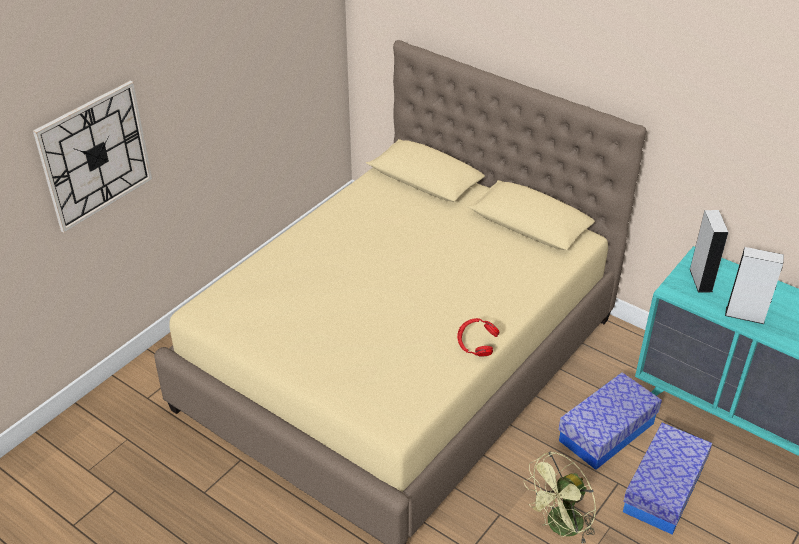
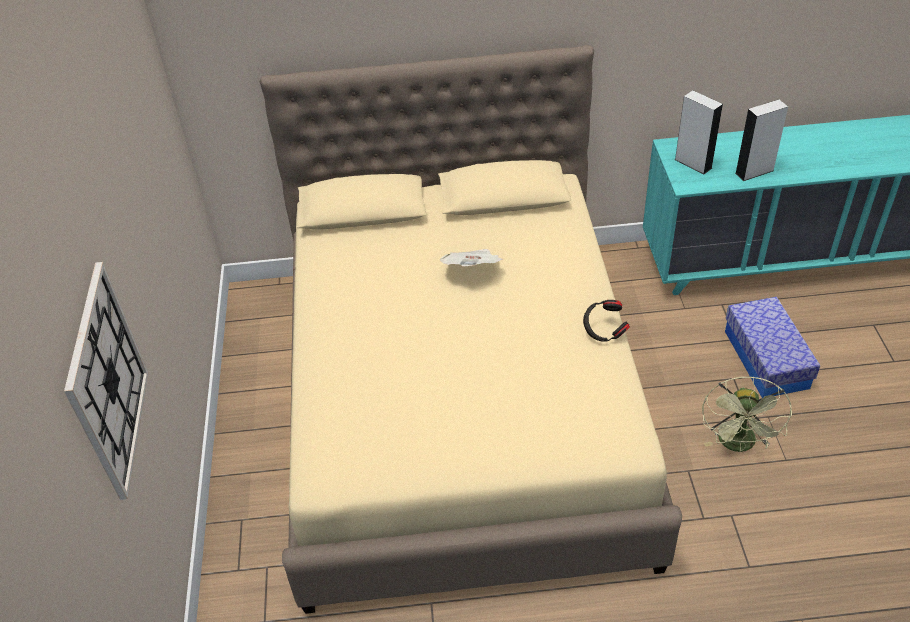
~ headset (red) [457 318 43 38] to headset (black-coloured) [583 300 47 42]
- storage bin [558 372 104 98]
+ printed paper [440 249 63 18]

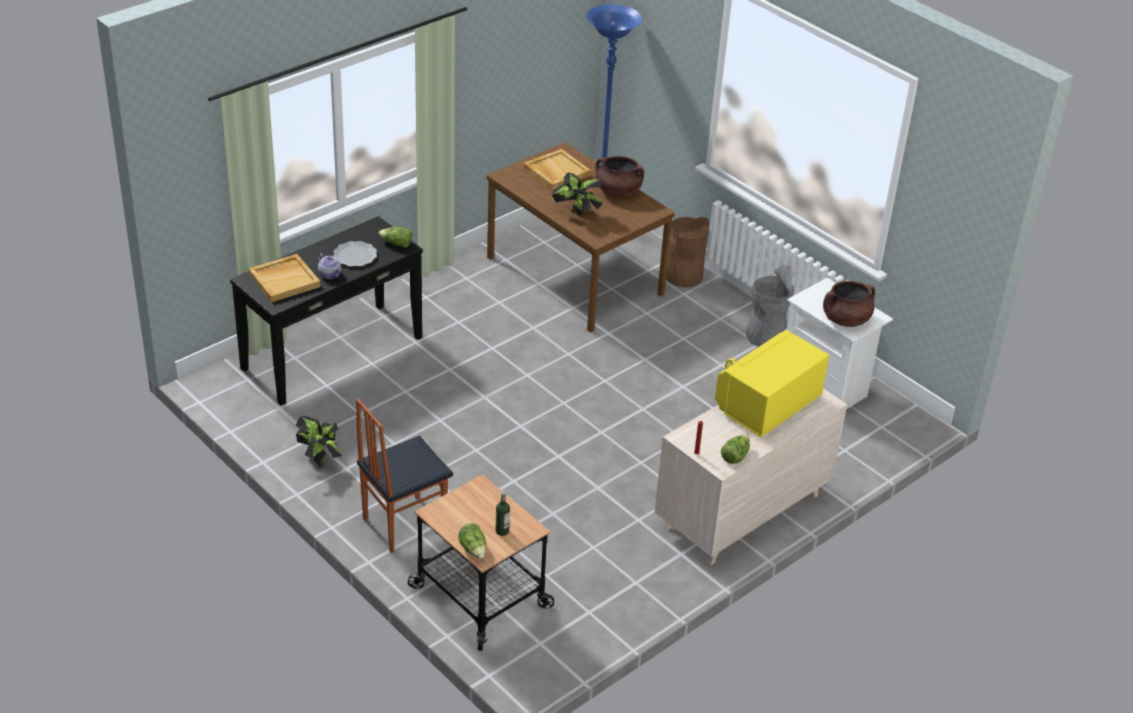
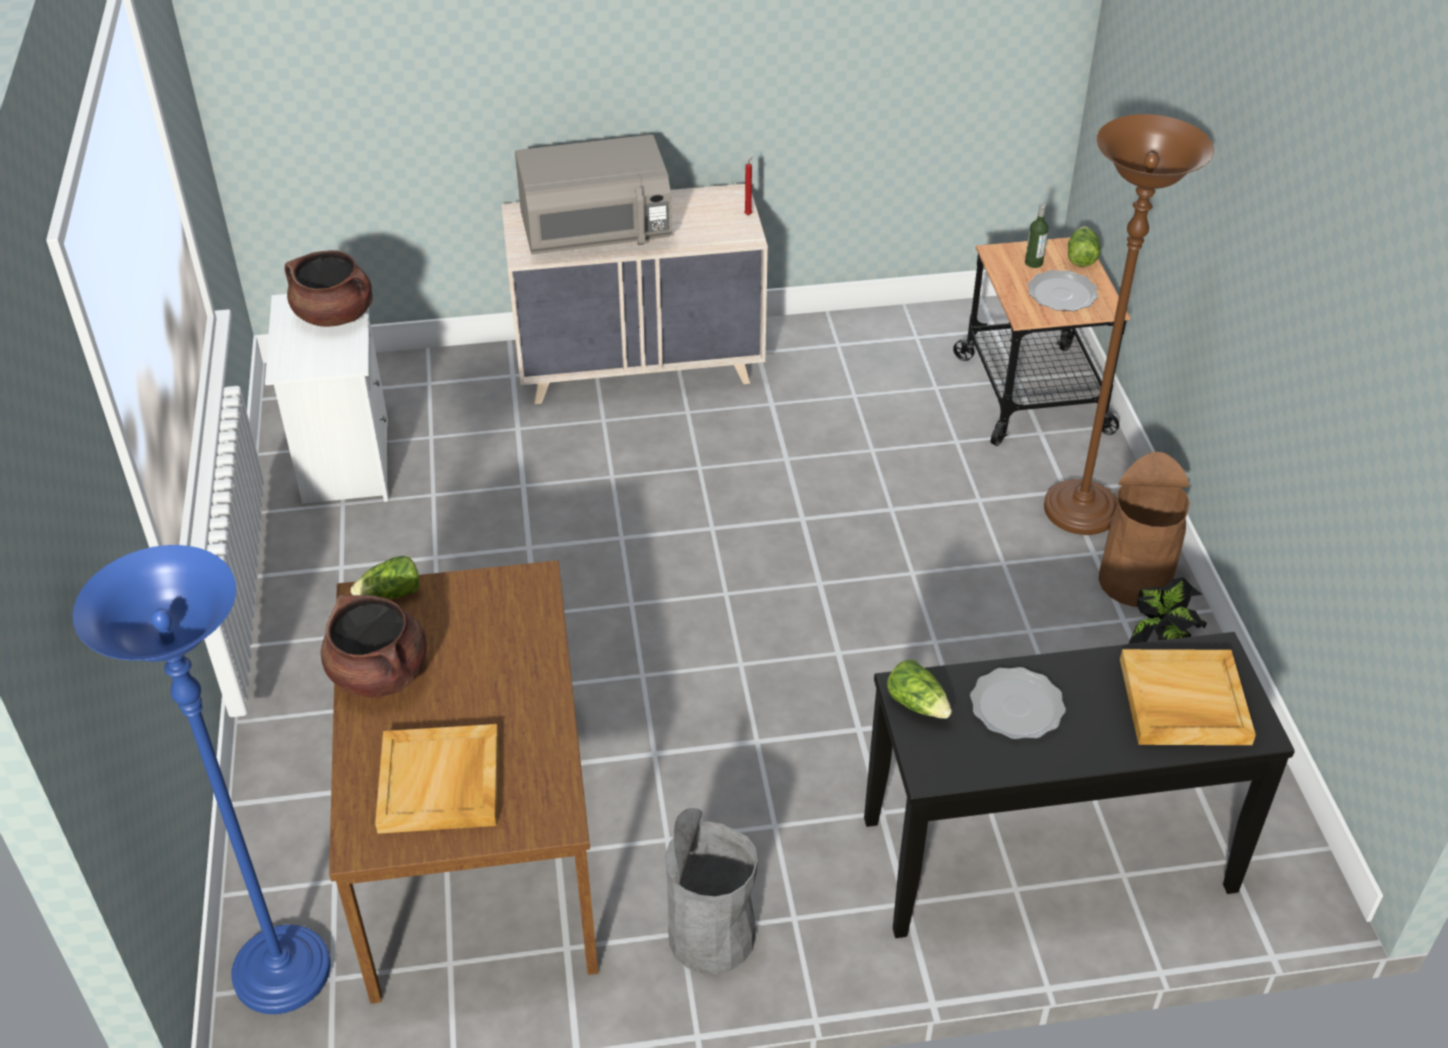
- potted plant [552 172 50 44]
~ trash can (brown-coloured) [666 217 43 70] to [1099 452 91 155]
- pot for tea [318 253 23 26]
~ trash can (grey) [746 265 48 82] to [665 808 93 166]
~ microwave (yellowish) [715 329 114 108] to microwave (grey) [515 135 157 120]
~ plain chair [356 399 97 154] to standard lamp (brown-coloured) [1044 114 170 421]
~ lettuce [721 435 29 29] to [351 556 69 43]
+ plate [1028 270 70 41]

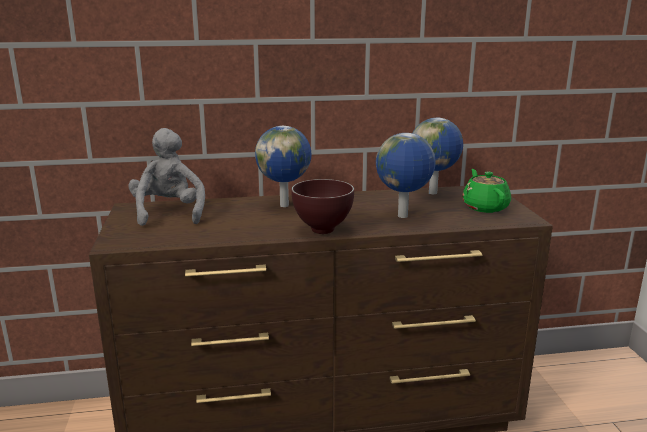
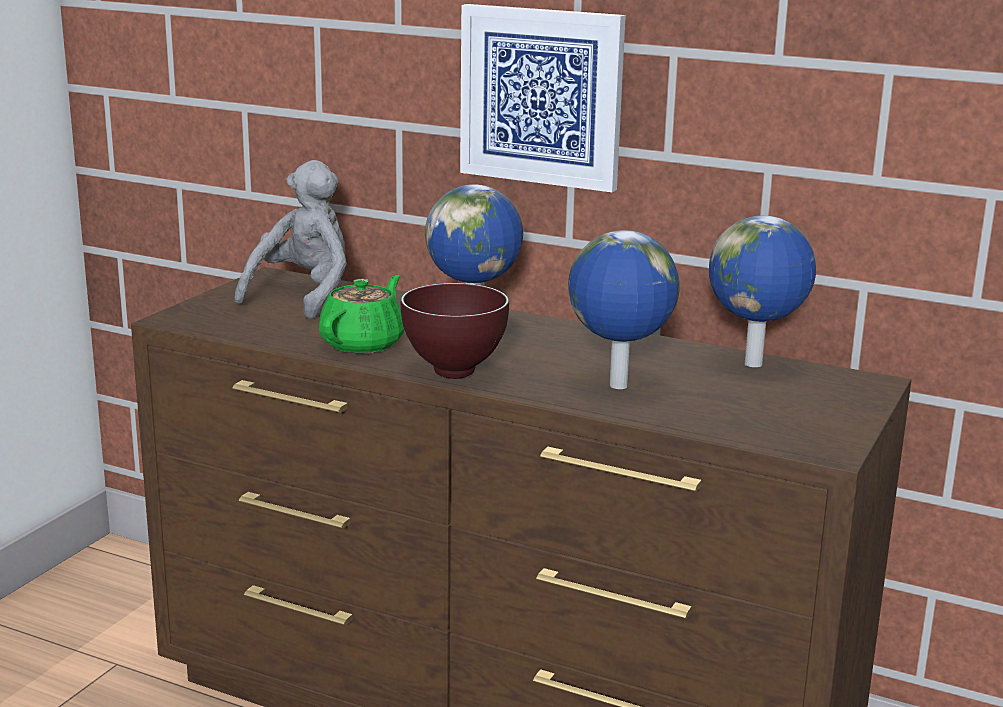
~ pot for tea (greenish) [462 169 49 44] to [319 275 85 79]
+ picture [460 4 166 188]

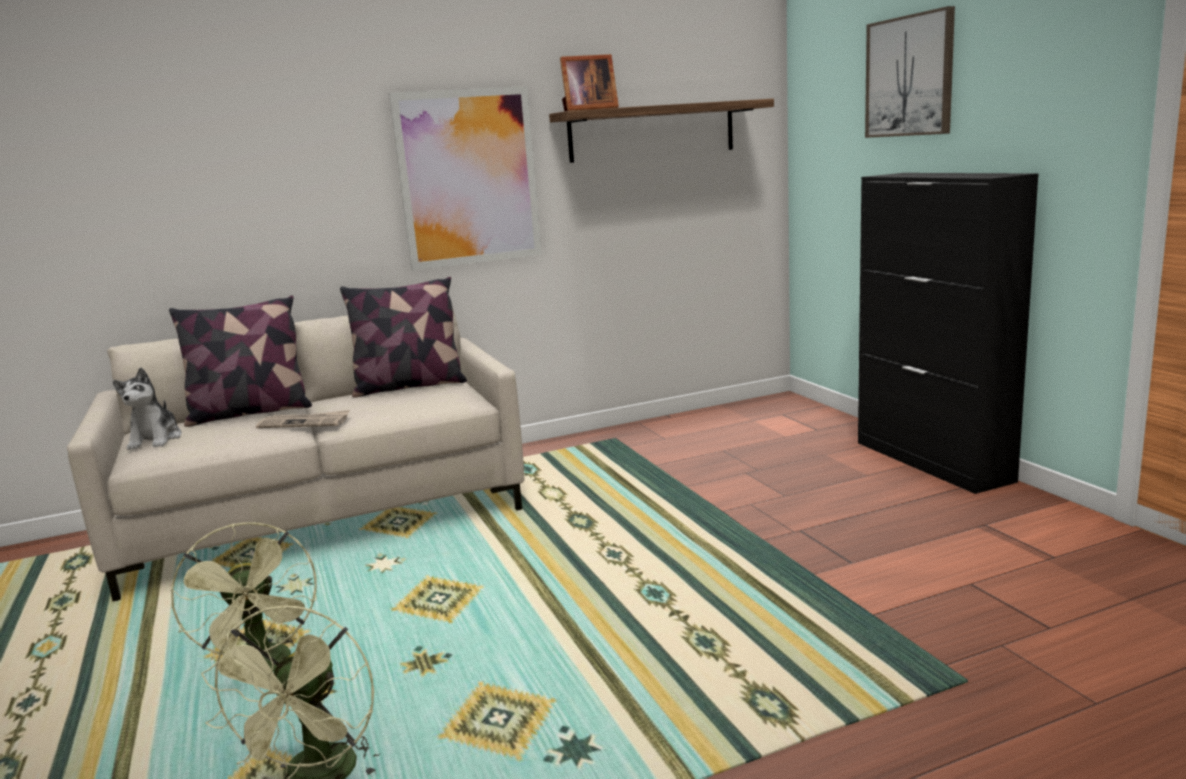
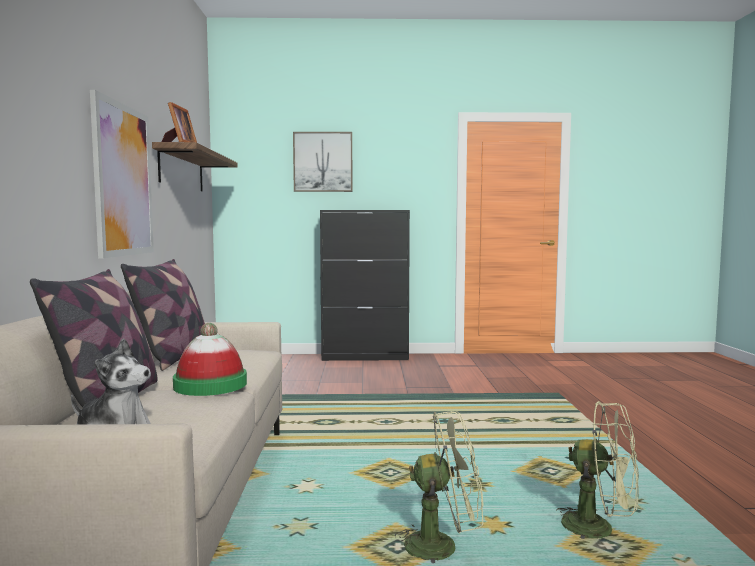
~ printed paper [256 410 94 18] to wearable hat [173 323 74 73]

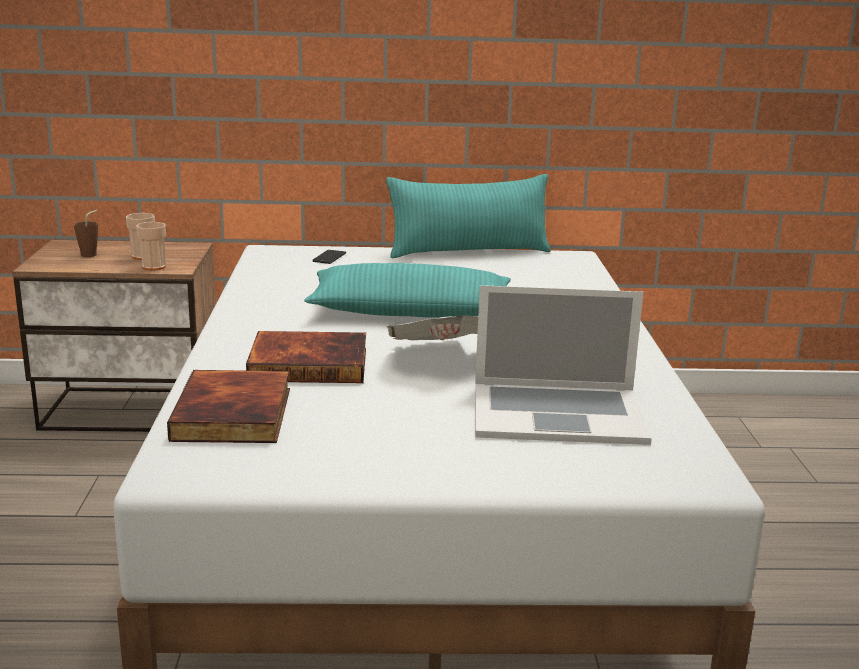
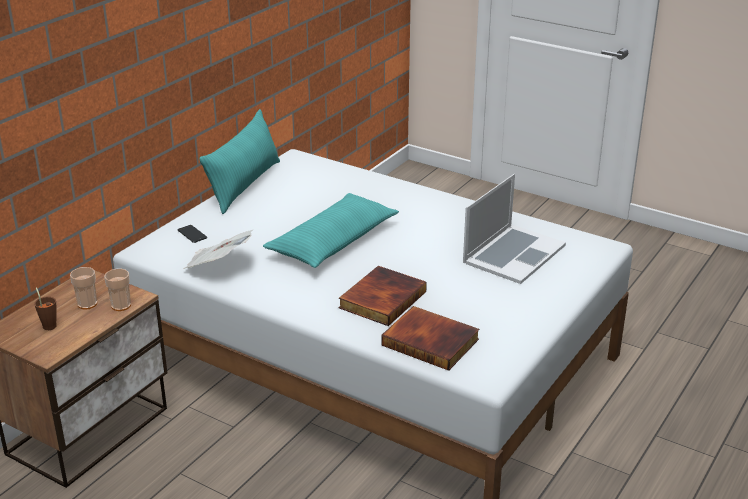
~ printed paper [387 315 91 25] to [184 229 70 40]

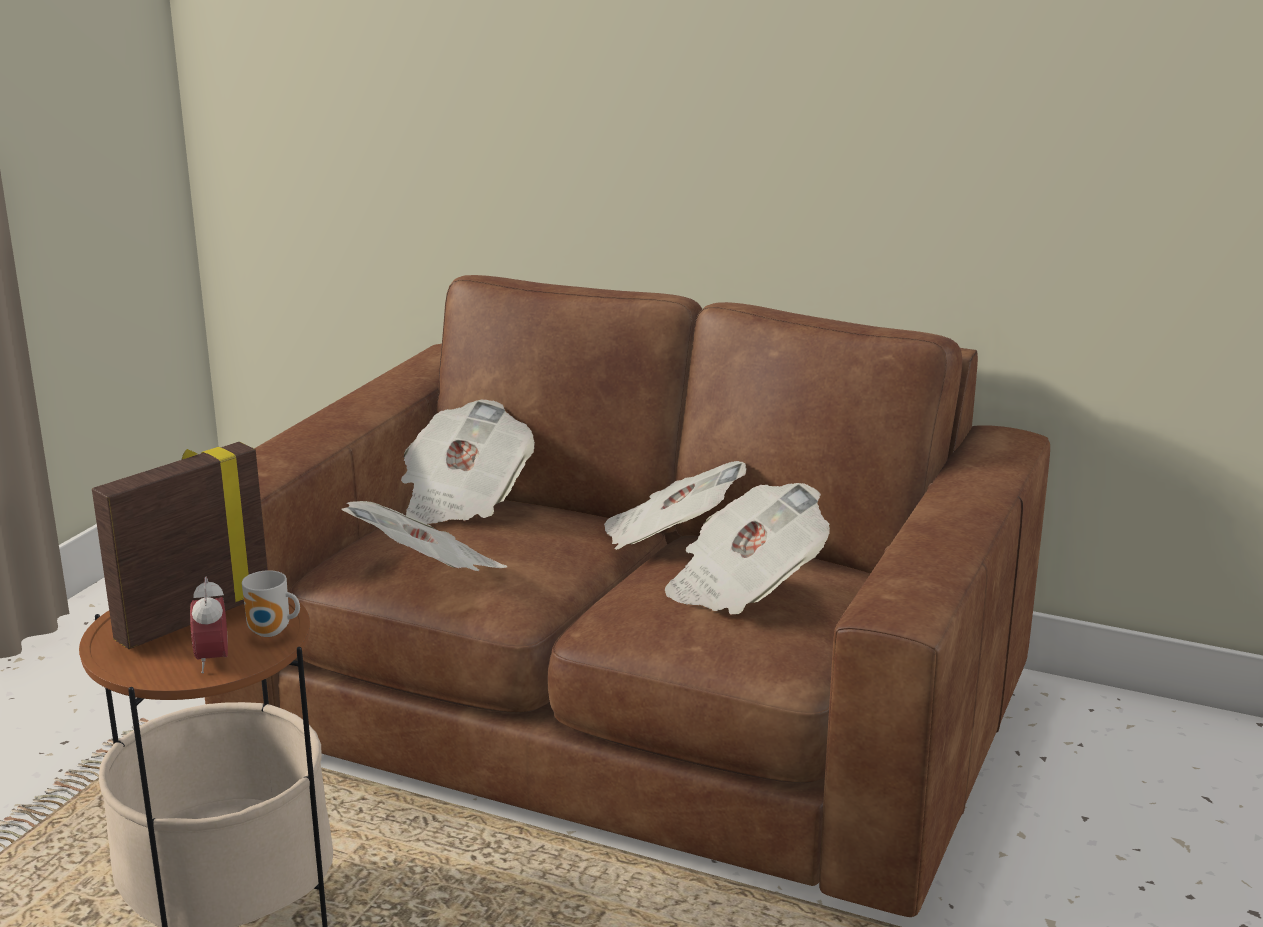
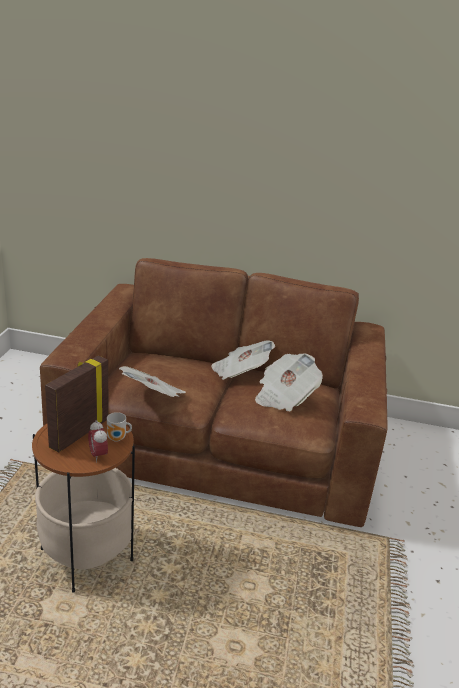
- printed paper [401 400 134 124]

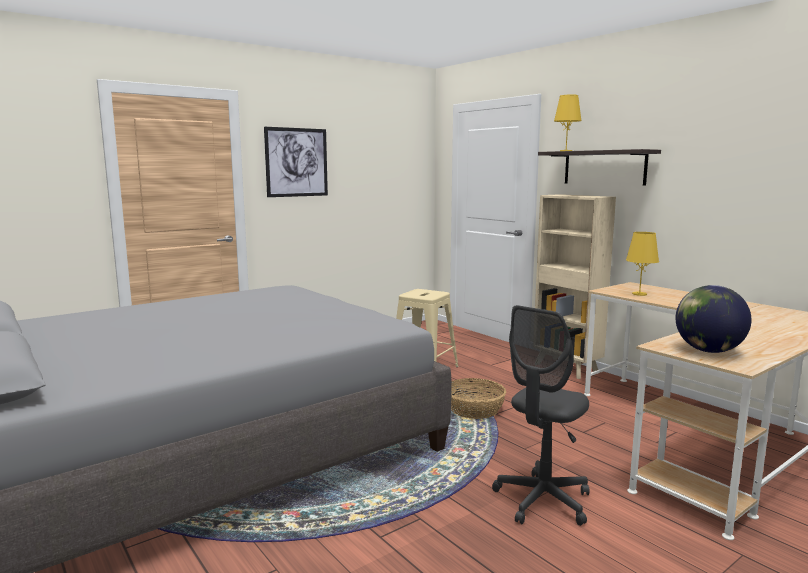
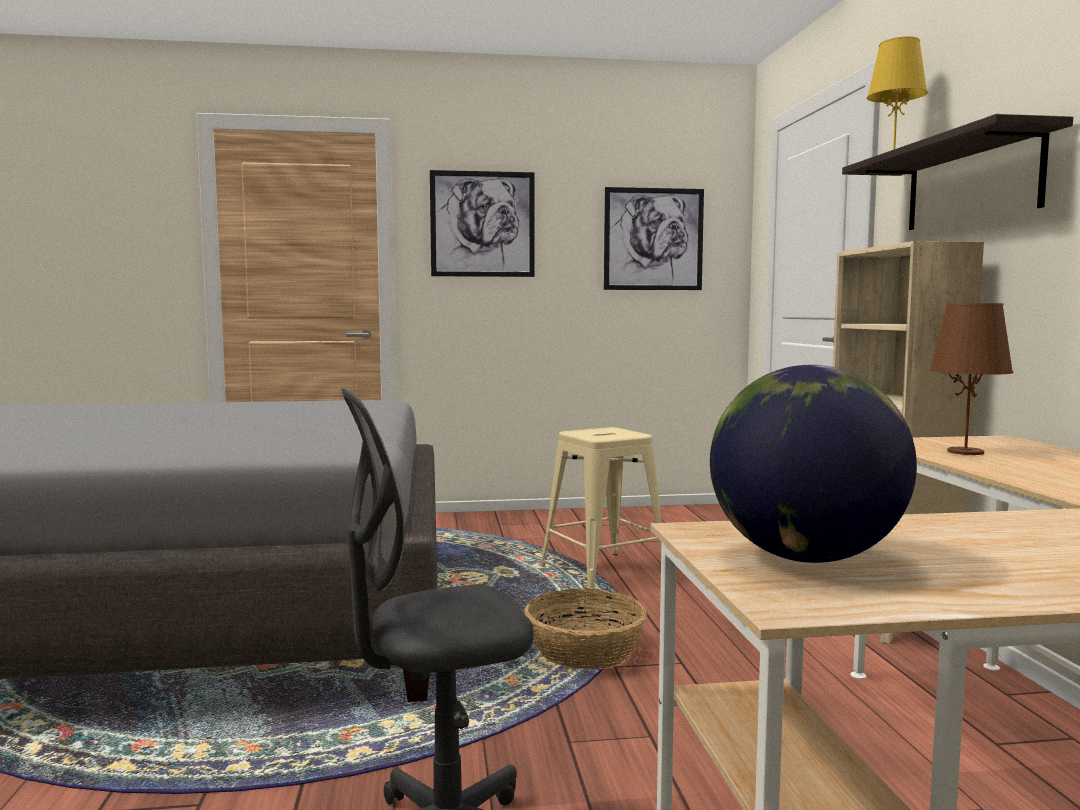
~ tabletop lamp (yellowish) [626 232 33 64] to tabletop lamp (brown-coloured) [929 303 84 152]
+ picture [604 187 100 103]

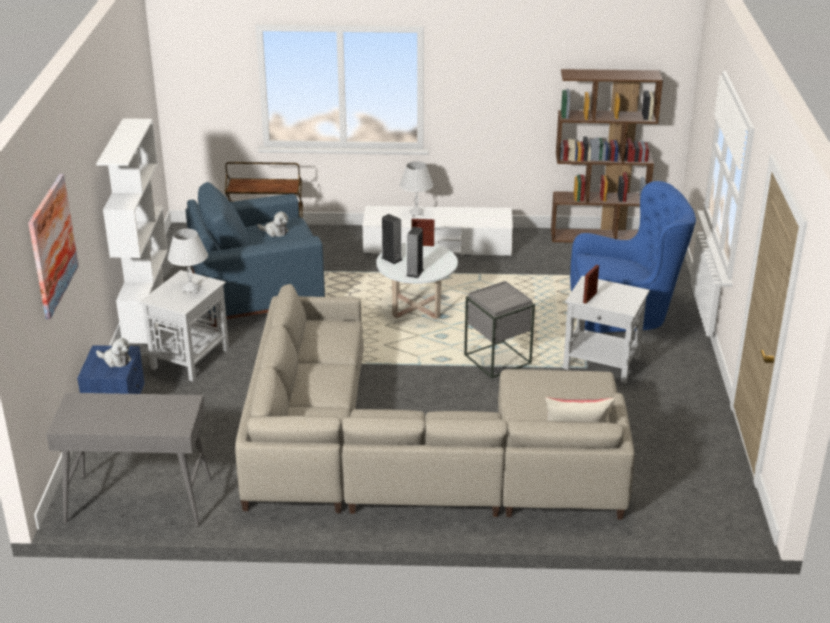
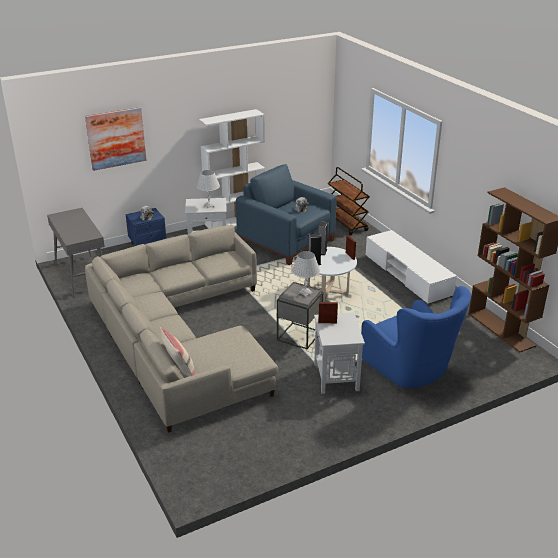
~ tabletop lamp (white) [400 161 33 56] to [292 251 28 46]

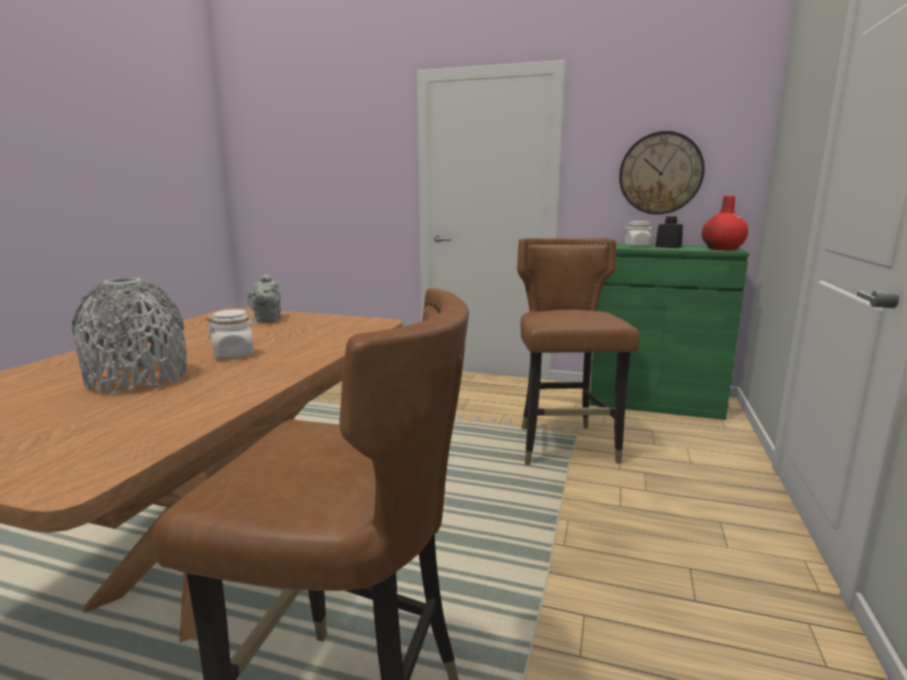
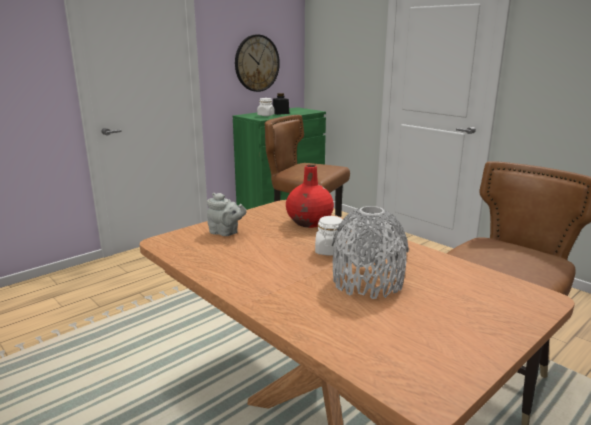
~ decorative vase (red) [702 196 46 55] to [286 165 48 63]

